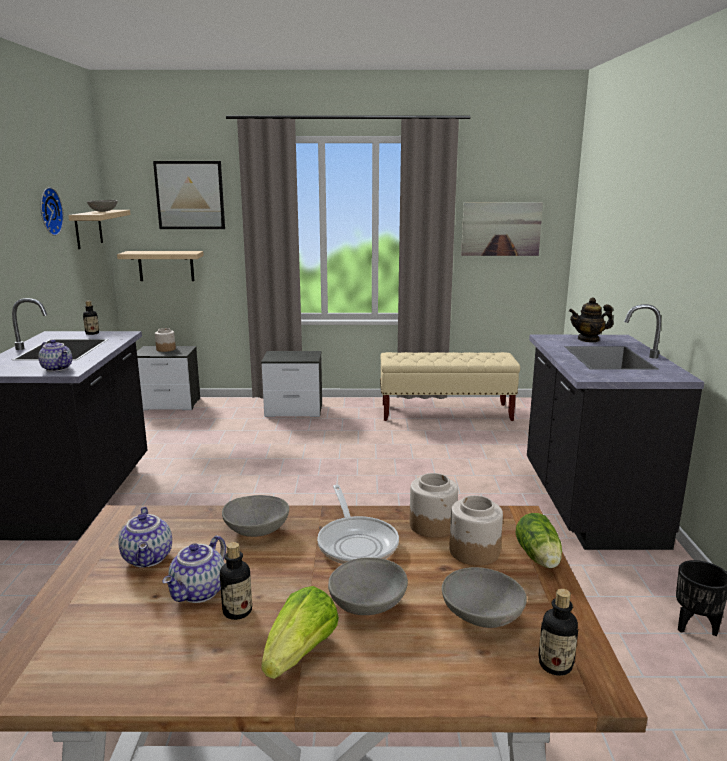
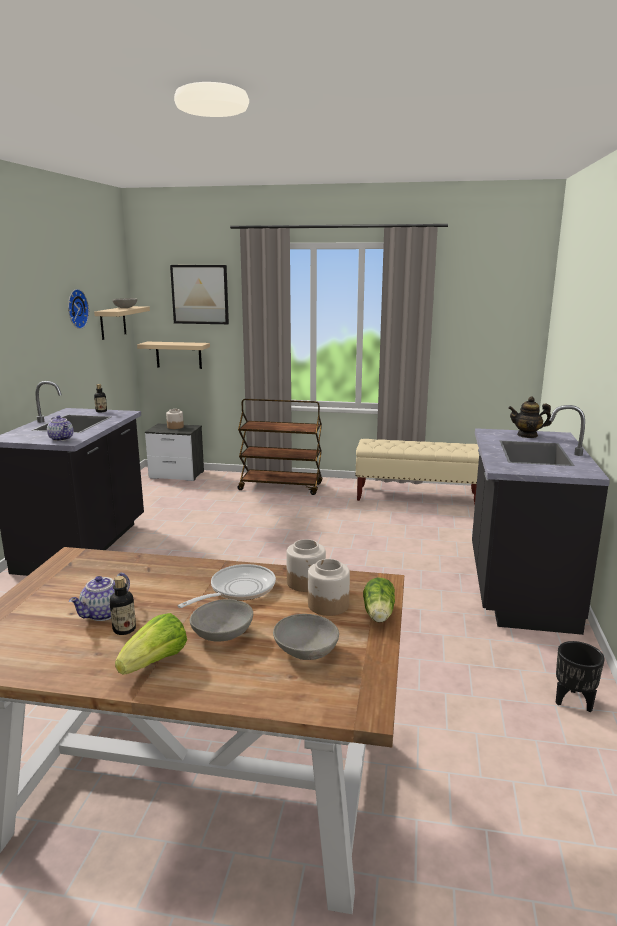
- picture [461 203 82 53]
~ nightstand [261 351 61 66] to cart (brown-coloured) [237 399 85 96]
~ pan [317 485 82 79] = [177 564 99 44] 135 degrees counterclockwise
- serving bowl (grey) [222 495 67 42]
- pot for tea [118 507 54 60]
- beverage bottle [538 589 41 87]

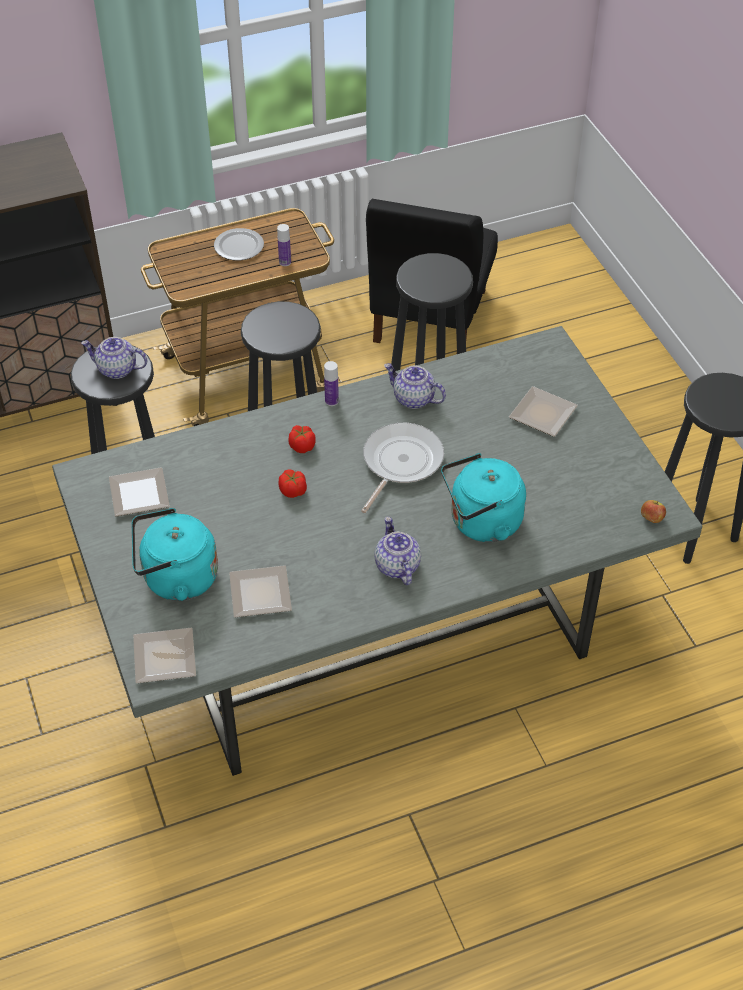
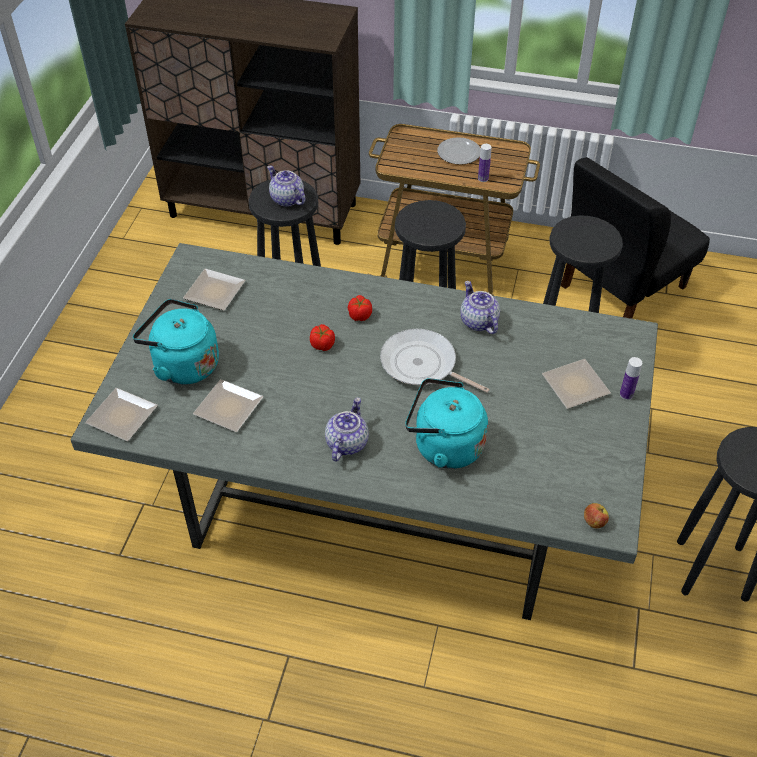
~ beverage bottle [324 361 15 45] to [620 357 22 43]
~ pan [361 423 83 90] = [380 329 110 64] 120 degrees counterclockwise

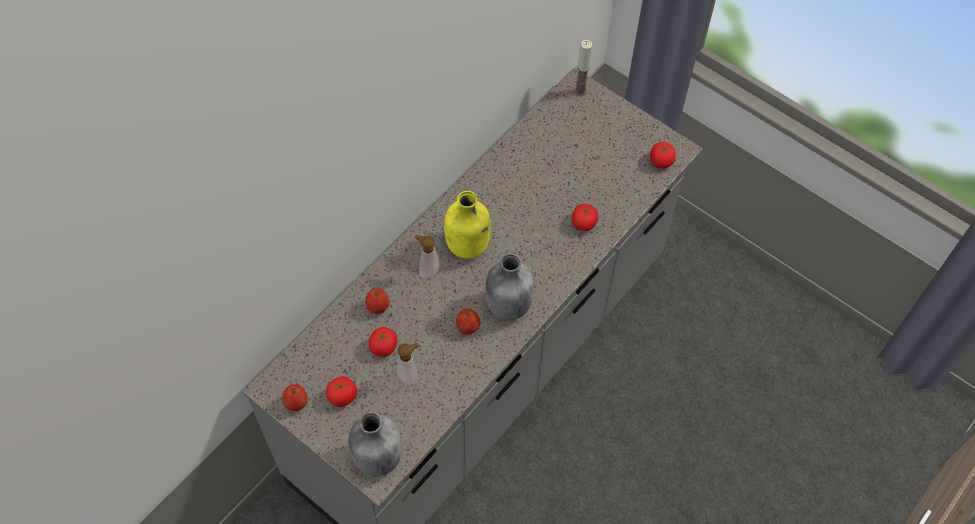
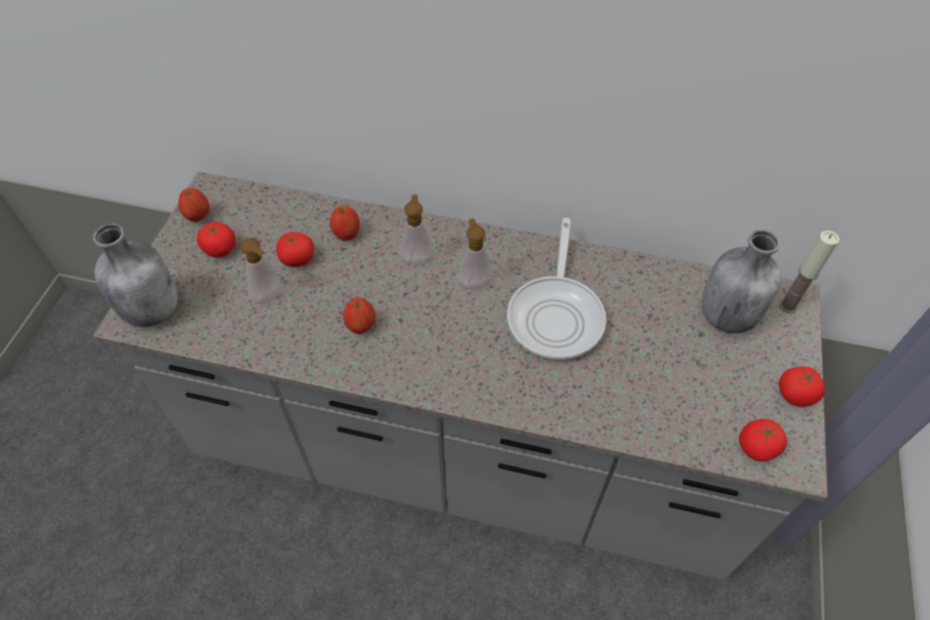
~ beverage bottle (yellowish) [444 191 47 68] to liquid soap bottle [457 218 36 72]
~ whole tomato [571 204 27 27] to [779 366 46 41]
~ beverage bottle (grey) [485 253 48 68] to [701 230 80 103]
+ pan [507 218 99 142]

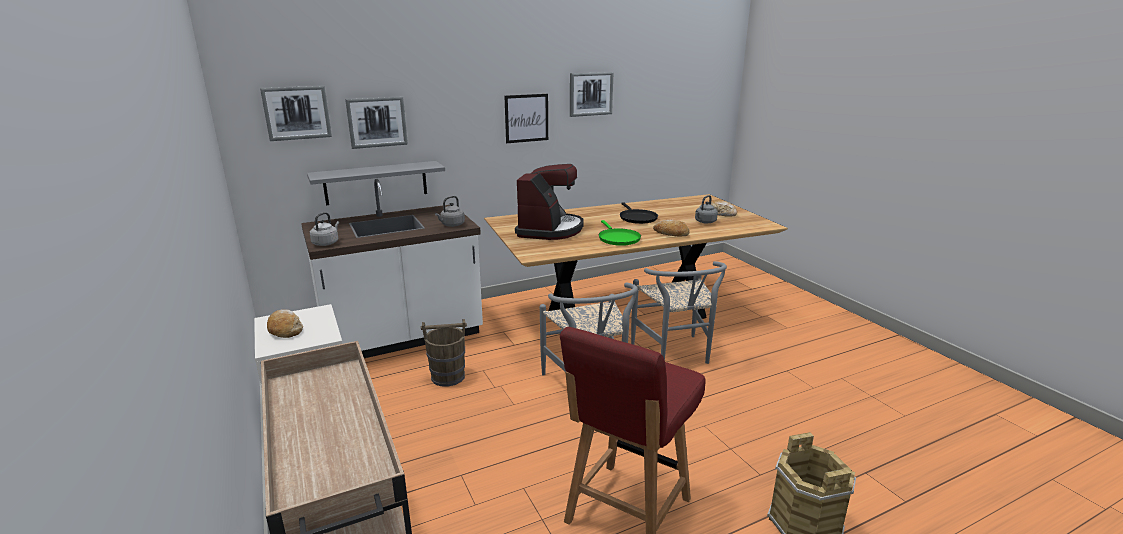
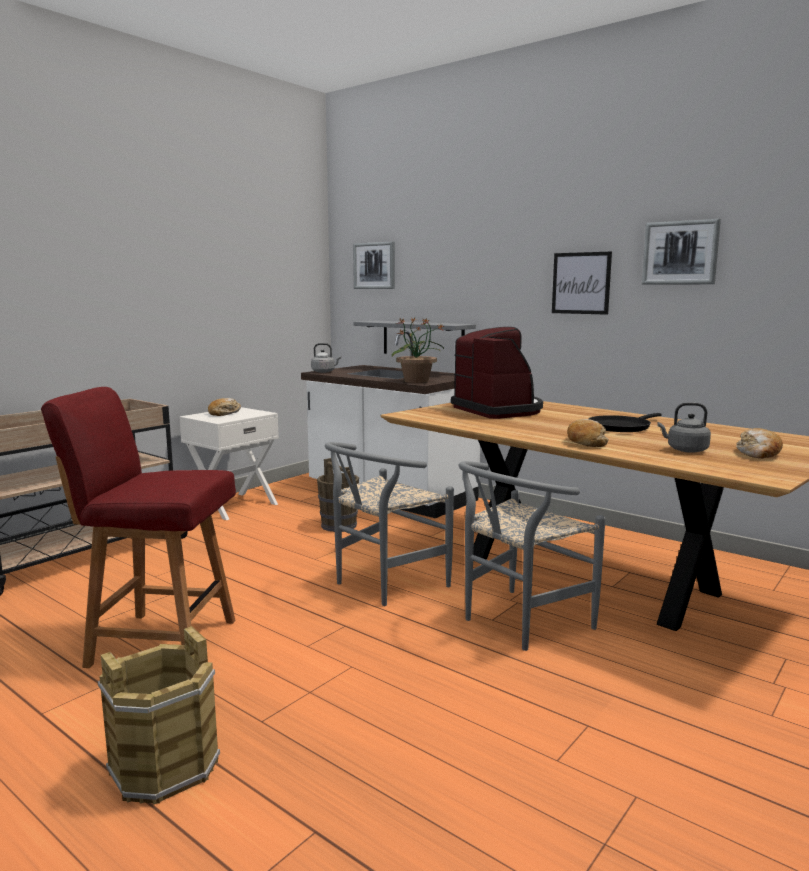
- picture [345 96 63 53]
~ coffee maker [515 164 69 76] = [451 327 92 92] 105 degrees counterclockwise
~ water kettle (grey) [435 196 30 31] to potted plant [392 317 53 66]
- pan (greenish) [599 220 42 26]

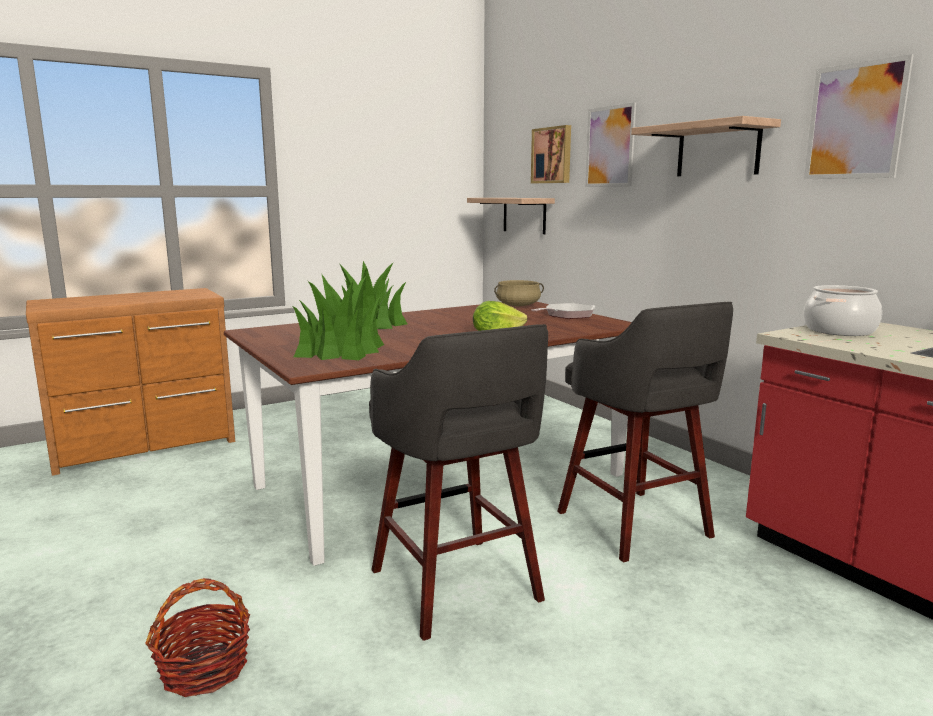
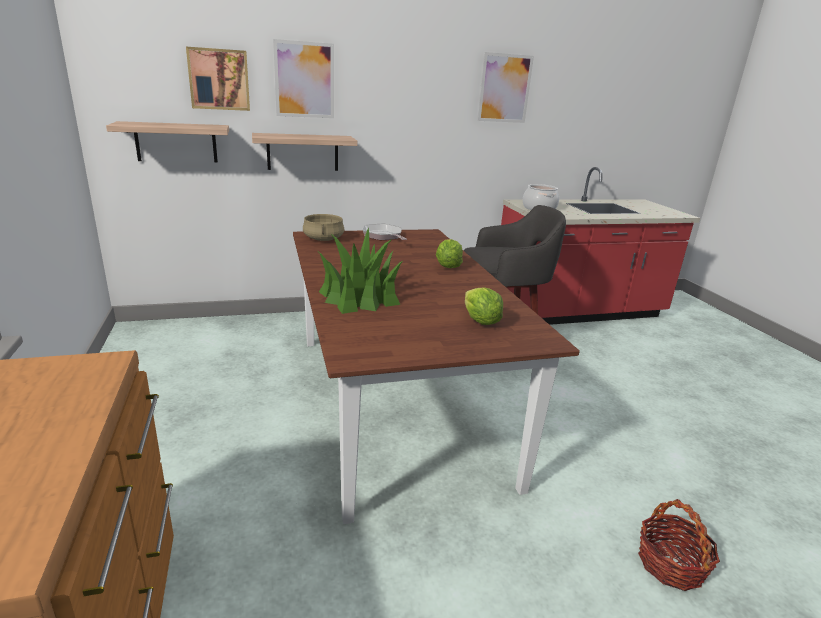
~ bracket shelf [631 116 150 60] to [252 133 106 38]
~ potted plant [292 275 92 85] to lettuce [465 287 38 38]
- sitting stool (grey) [369 324 179 317]

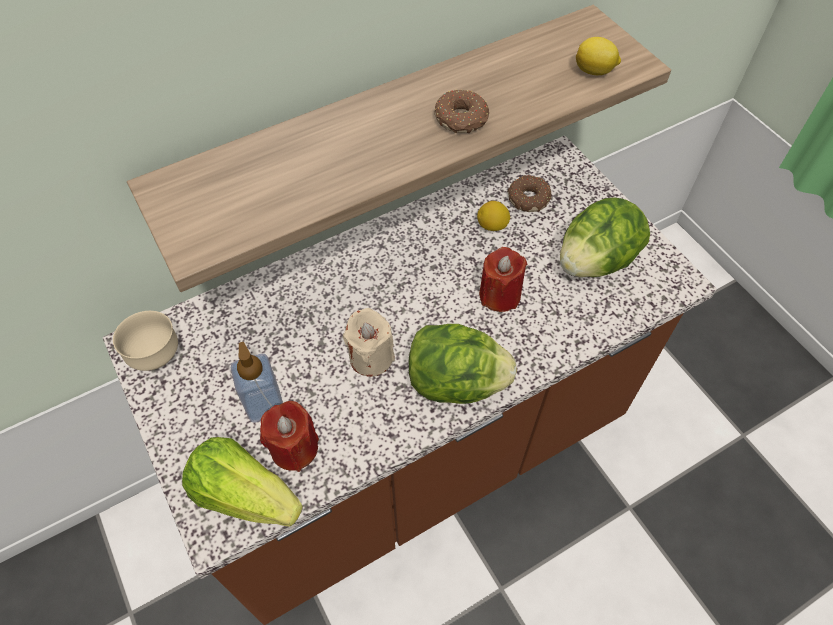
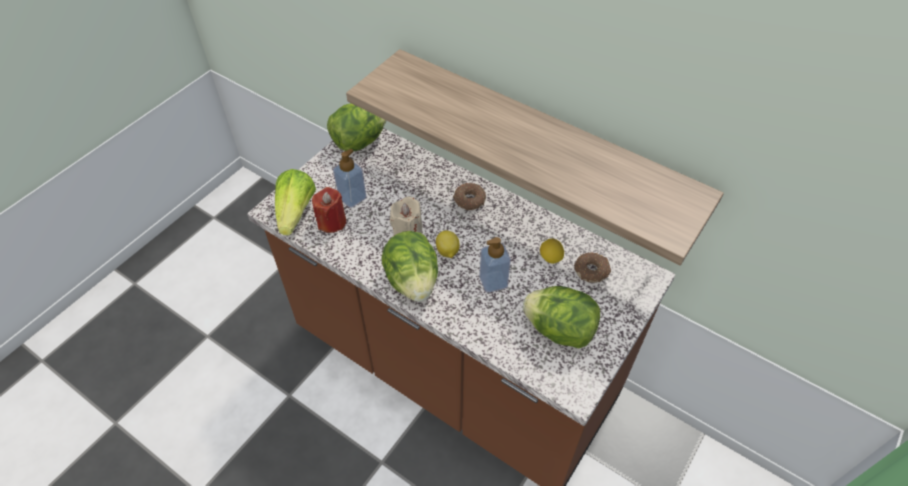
~ lemon [576 37 45 38] to [436 231 24 27]
~ doughnut [434 90 55 43] to [453 183 33 27]
~ wax candle (red) [479 247 48 65] to liquid soap bottle [480 237 31 56]
~ serving bowl (sand-coloured) [113 311 65 60] to lettuce [327 103 59 48]

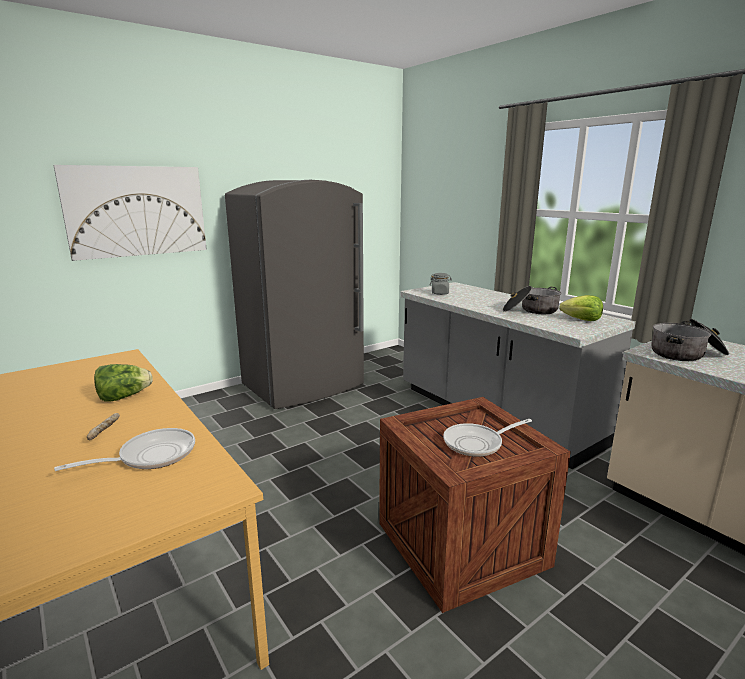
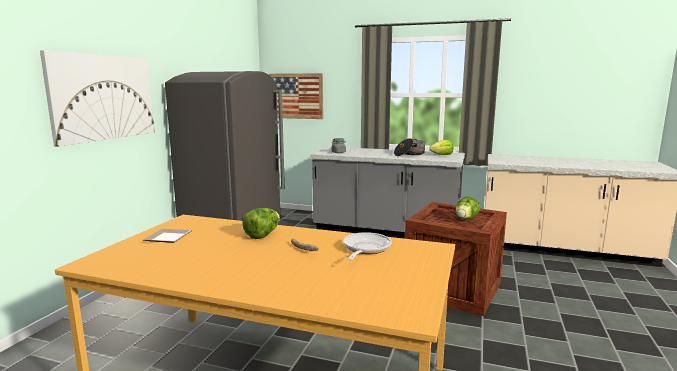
- cooking pot [651 319 78 42]
~ pan [443 419 89 38] to lettuce [455 197 25 22]
+ picture [269 73 54 46]
+ plate [143 229 49 14]

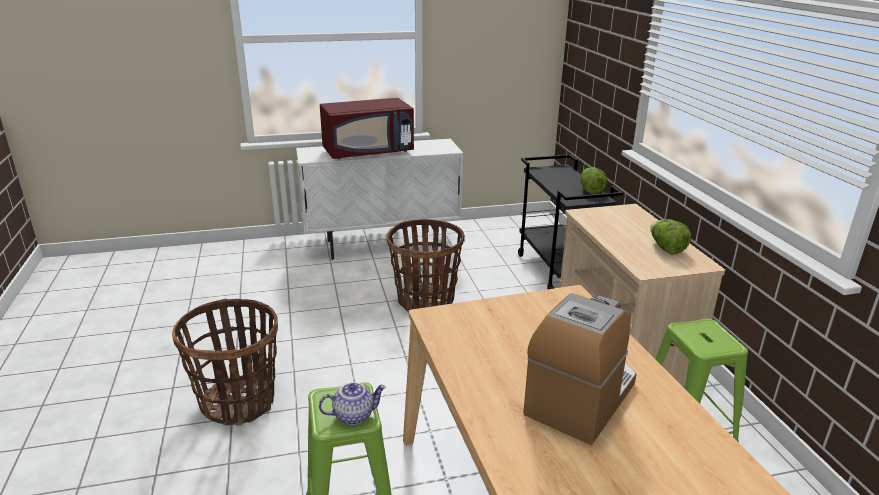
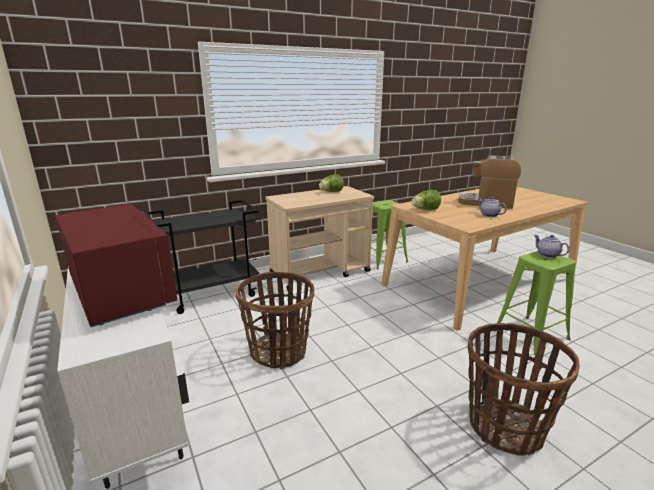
~ lettuce [581 167 26 27] to [411 190 30 20]
+ pot for tea [478 197 28 20]

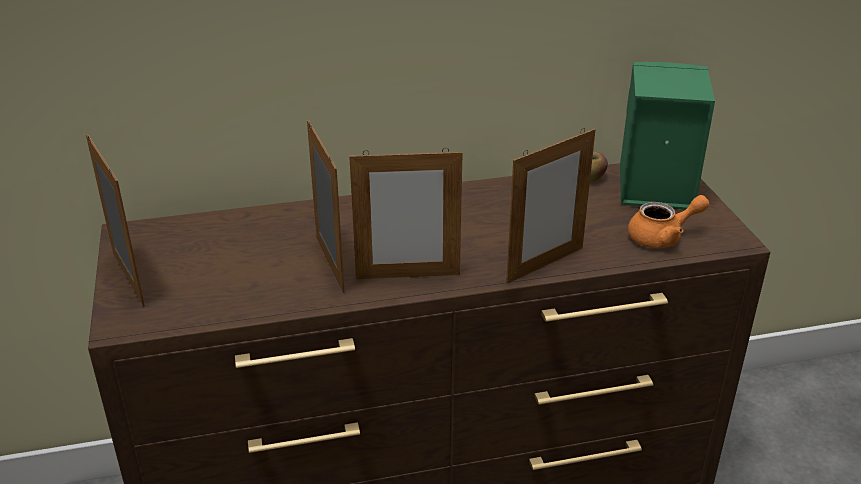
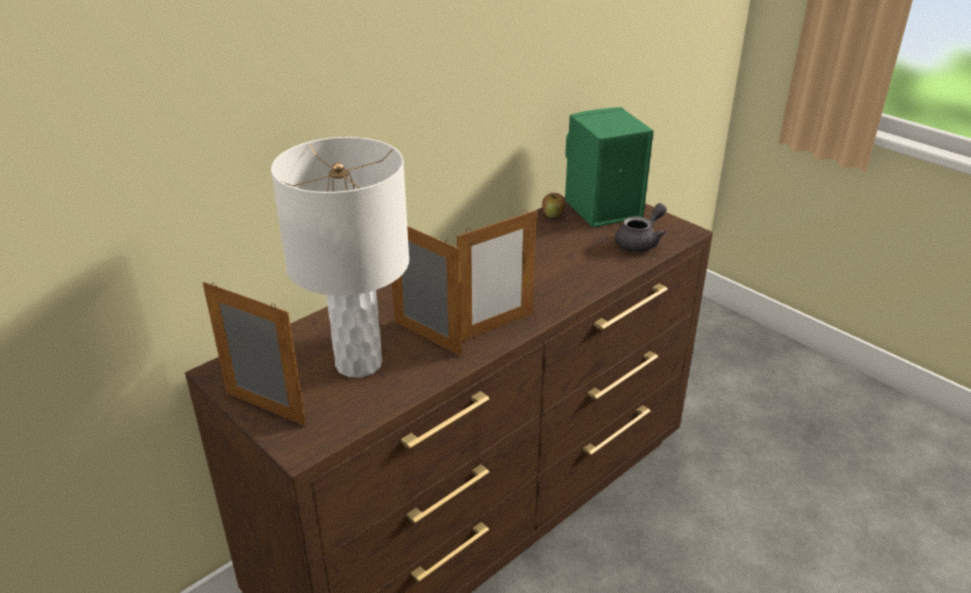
- photo frame [506 128 90 156]
~ pot for tea (orange-coloured) [628 195 82 53] to pot for tea (grey) [615 203 52 49]
+ tabletop lamp (white) [271 137 138 241]

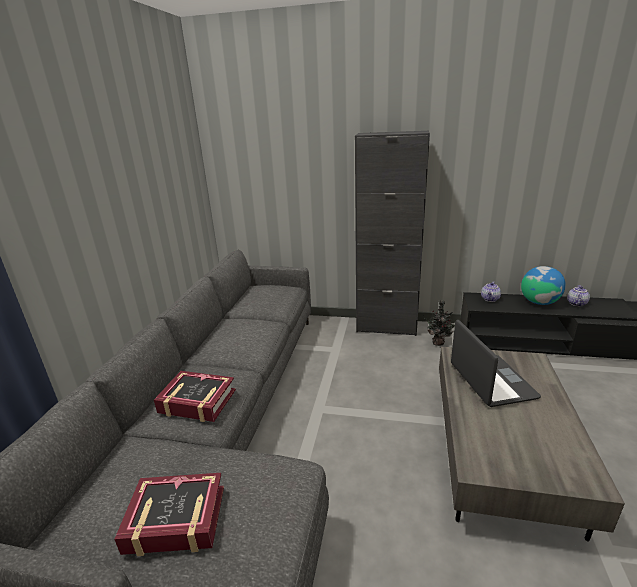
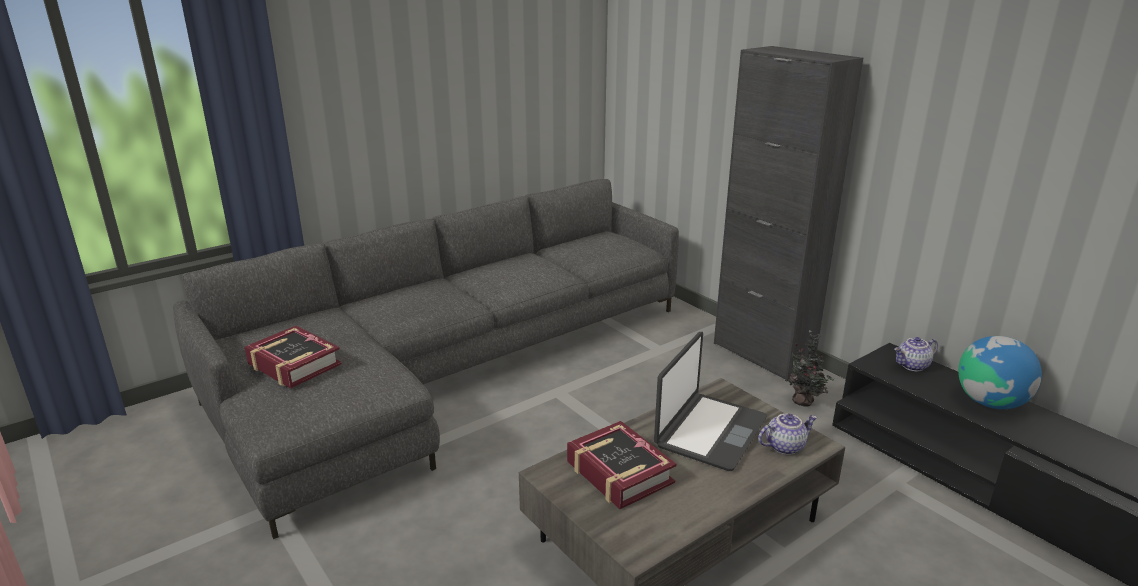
~ pot for tea [567 285 23 21] to [758 414 59 41]
~ volume [154 371 82 51] to [567 421 109 88]

